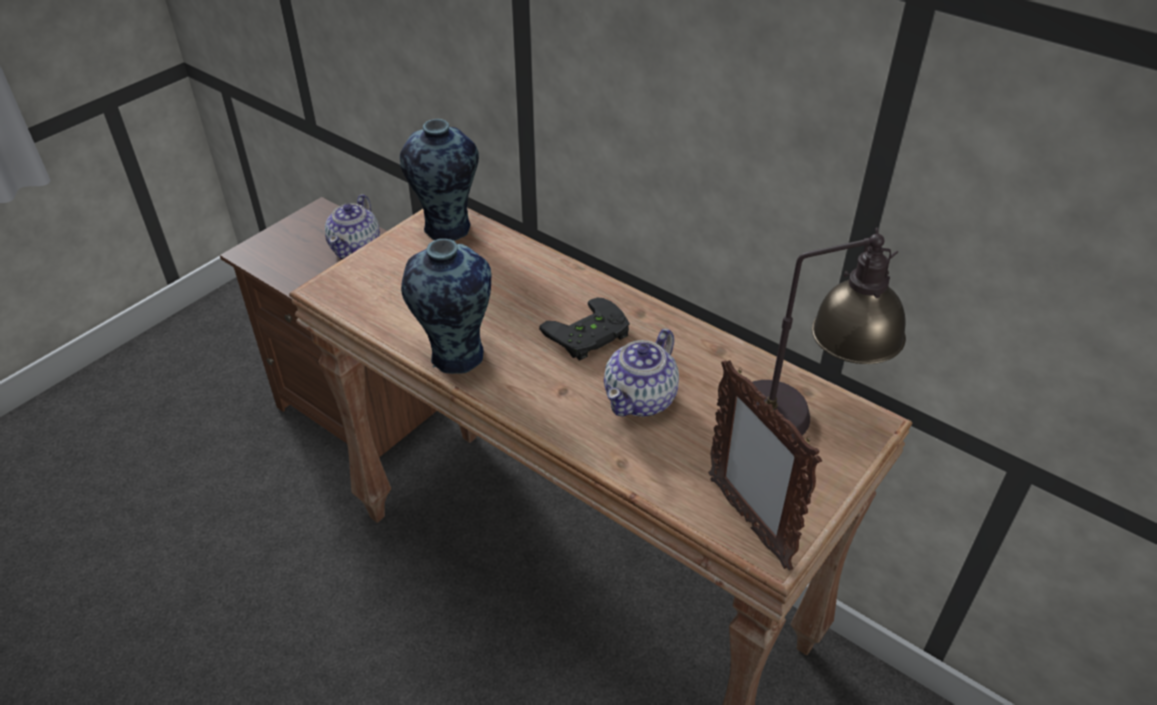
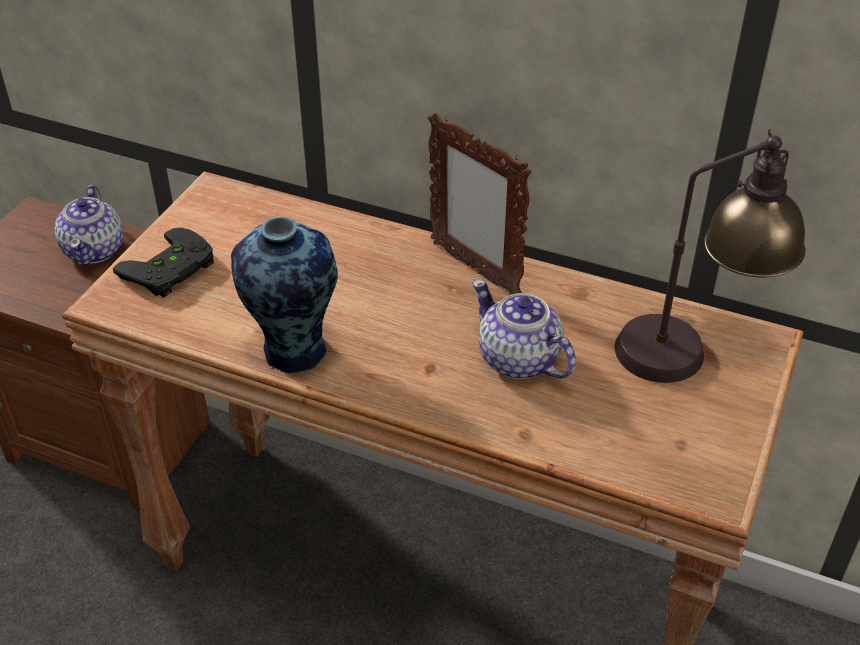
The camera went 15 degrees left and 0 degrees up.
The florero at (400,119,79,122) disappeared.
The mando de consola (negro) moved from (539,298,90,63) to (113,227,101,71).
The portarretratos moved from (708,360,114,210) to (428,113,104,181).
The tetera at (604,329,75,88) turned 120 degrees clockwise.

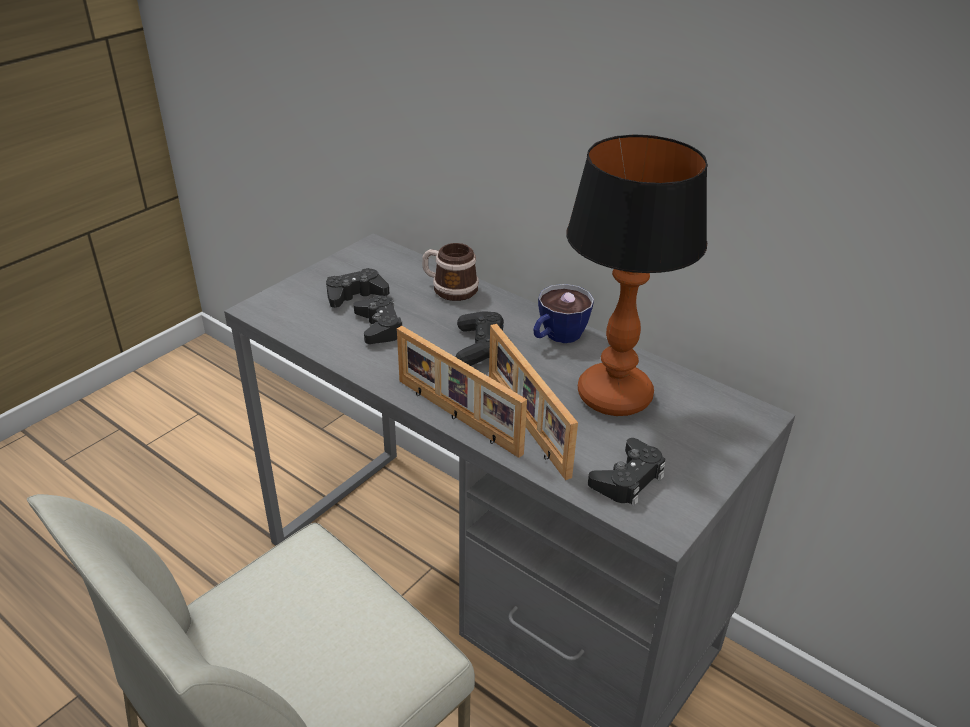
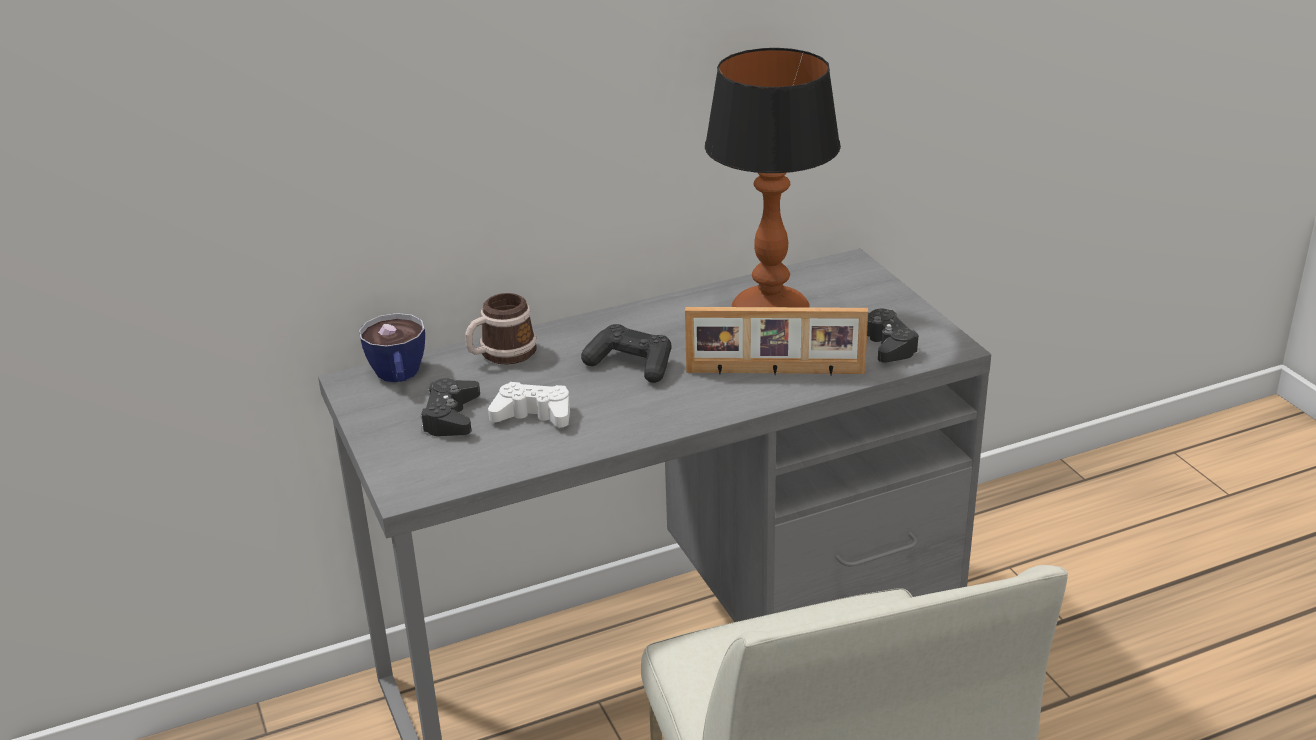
The camera went 60 degrees left and 5 degrees down.
The portarretratos at (397,326,130,132) disappeared.
The taza moved from (533,284,61,59) to (359,313,66,69).
The mando de consola (negro) at (354,296,49,48) became the mando de consola (blanco) at (488,382,82,45).

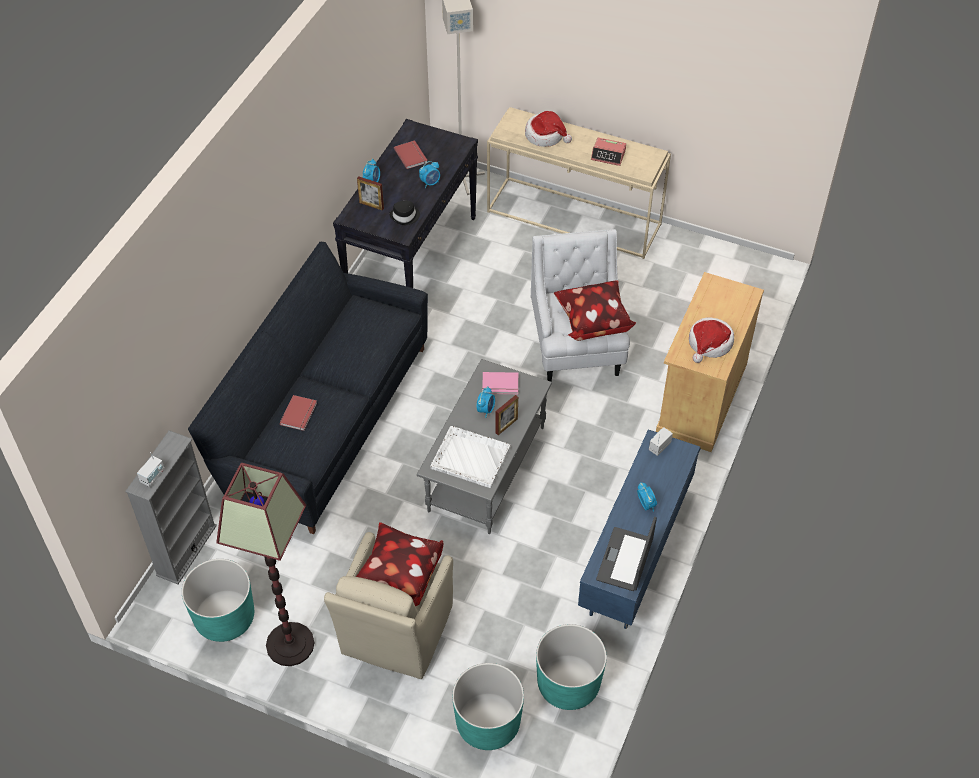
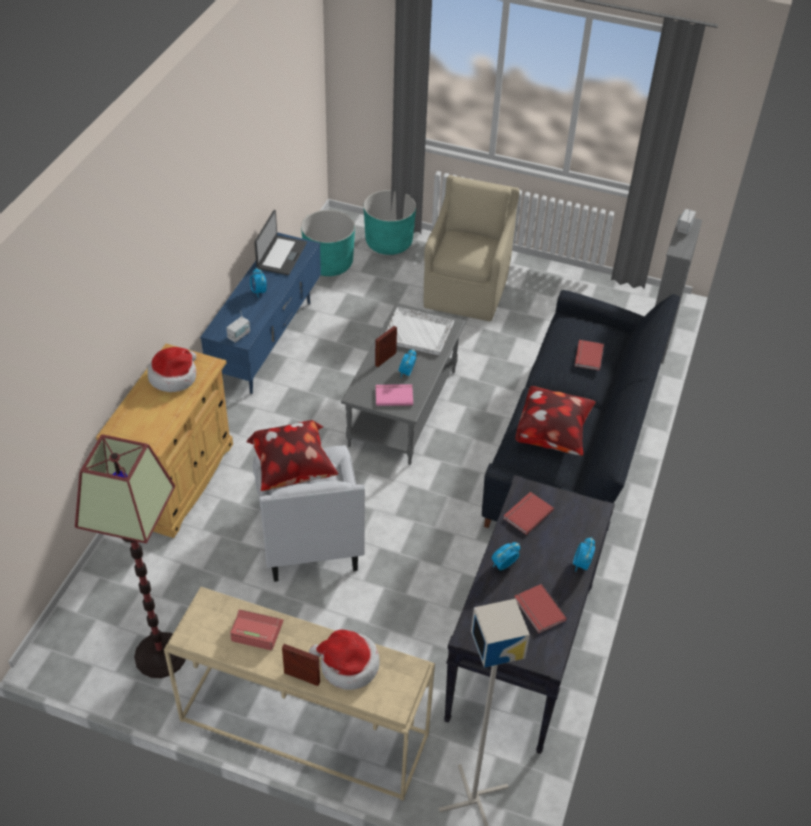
The camera went 175 degrees right and 5 degrees down.
The maceta (turquesa) at (182,559,72,83) disappeared.
The lámpara de pie moved from (216,463,99,203) to (75,434,111,244).
The cojín moved from (356,522,87,84) to (515,386,81,70).
The portarretratos moved from (357,176,27,34) to (282,644,38,42).
The sombrero (negro) at (389,201,31,24) was replaced by the libro (rojo) at (503,492,51,43).

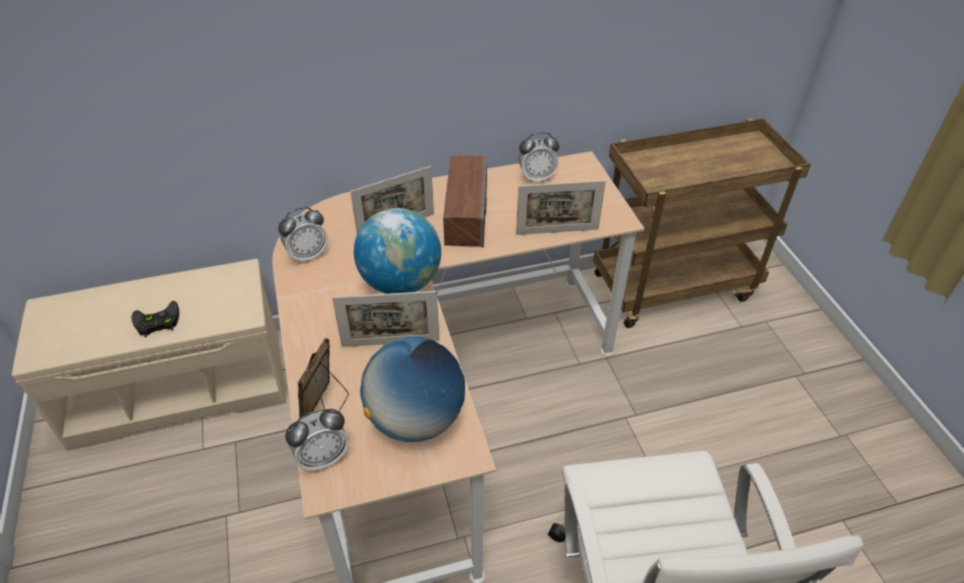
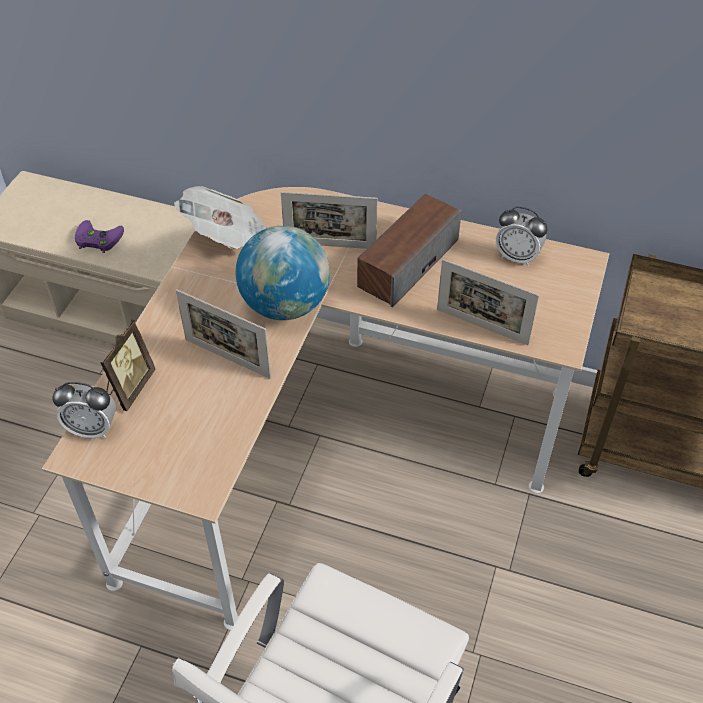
The camera went 35 degrees right and 5 degrees up.
The globo terráqueo at (360,337,105,105) disappeared.
The despertador at (278,207,50,57) was replaced by the periódico at (174,186,93,64).
The mando de consola (negro) at (131,301,48,36) became the mando de consola (morado) at (75,220,49,33).
The portarretratos at (298,338,51,80) turned 150 degrees clockwise.

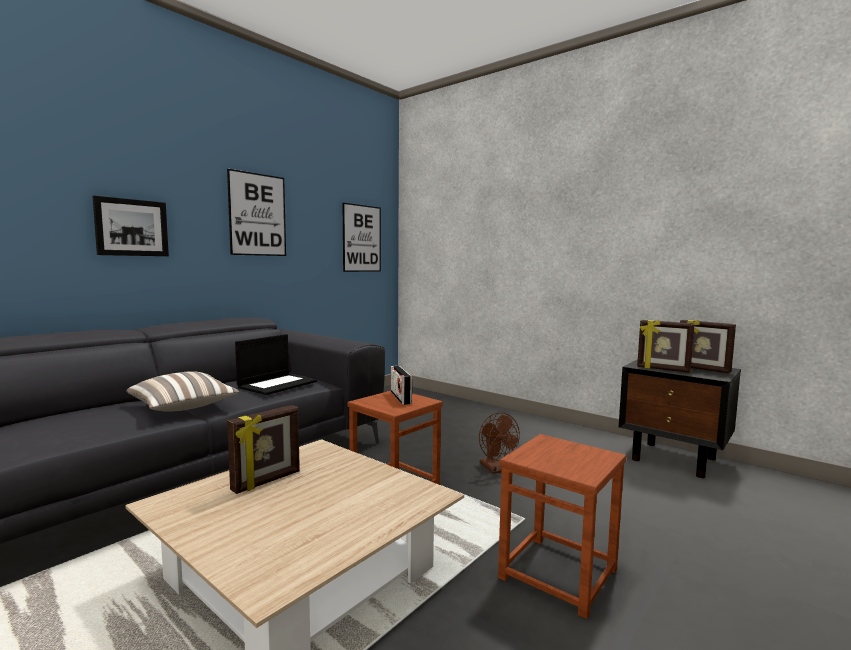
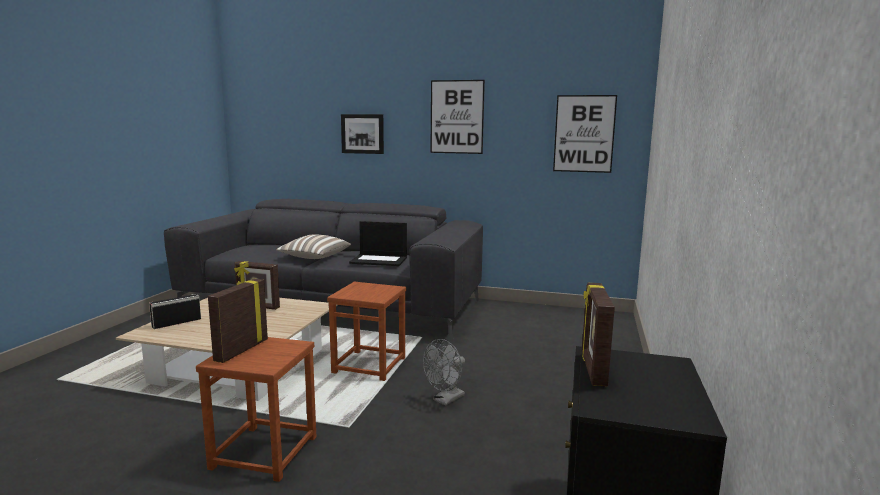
The camera went 65 degrees right and 5 degrees up.
The radio moved from (391,365,21,40) to (149,294,52,35).
The portarretratos moved from (680,320,56,54) to (208,279,60,84).
The ventilador (marrón) at (479,412,41,62) became the ventilador (gris) at (423,339,42,67).

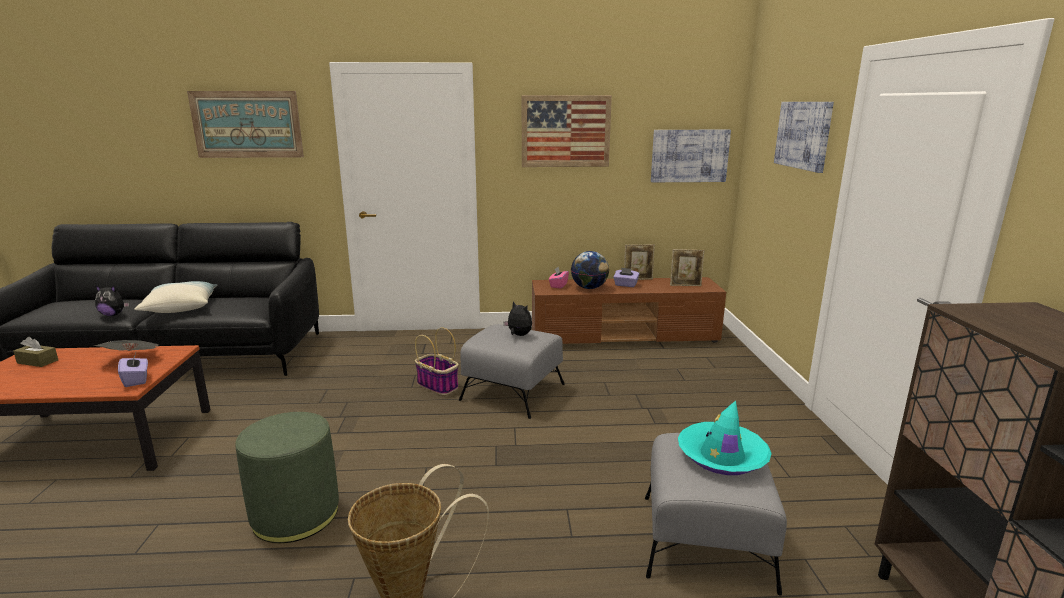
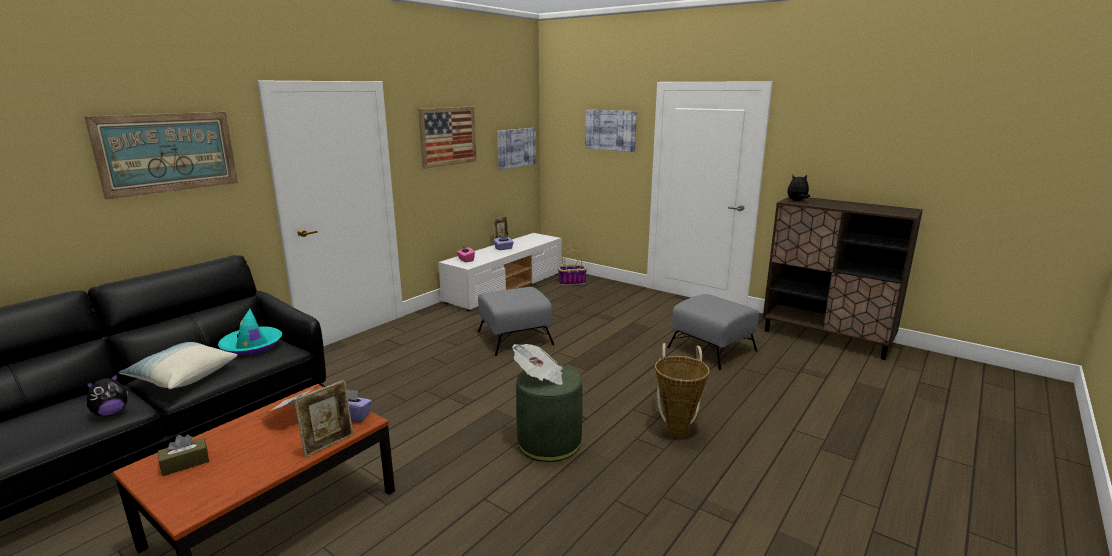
The camera went 50 degrees left and 0 degrees up.
The globo terráqueo at (571,251,38,38) disappeared.
The periódico at (512,344,51,41) appeared.
The cesta moved from (415,328,44,67) to (558,246,29,39).
The peluche moved from (503,301,29,35) to (787,175,23,26).
The portarretratos moved from (670,249,35,37) to (294,380,60,78).
The sombrero (turquesa) moved from (678,401,94,74) to (218,309,64,46).
The mueble de televisión (marrón) at (532,277,194,67) became the mueble de televisión (blanco) at (438,233,124,78).

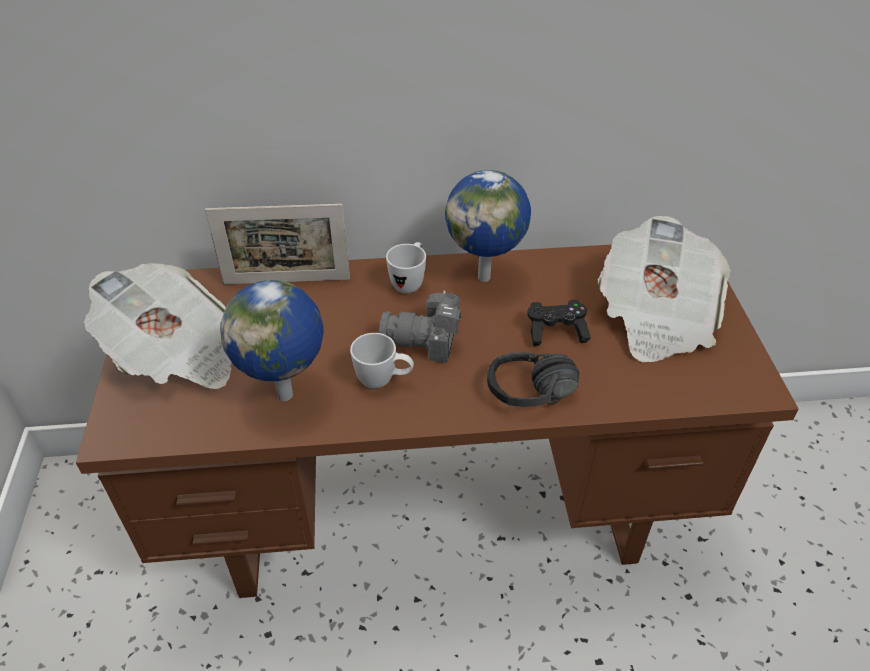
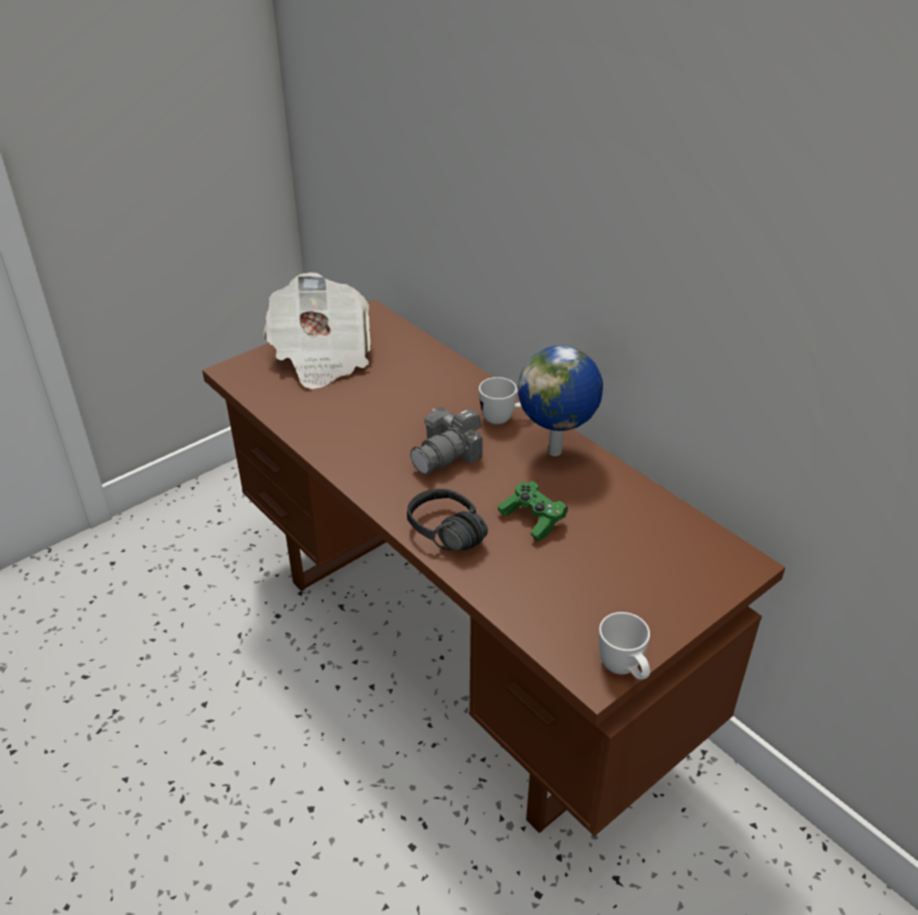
The camera went 55 degrees right and 5 degrees down.
The portarretratos at (205,204,145,80) disappeared.
The globo terráqueo at (220,280,104,121) disappeared.
The periódico at (598,216,133,146) disappeared.
The taza grande (blanco) moved from (350,333,64,55) to (599,612,51,68).
The mando de consola (negro) at (527,300,64,46) became the mando de consola (verde) at (498,481,70,60).
The cámara at (379,290,82,73) turned 105 degrees counterclockwise.

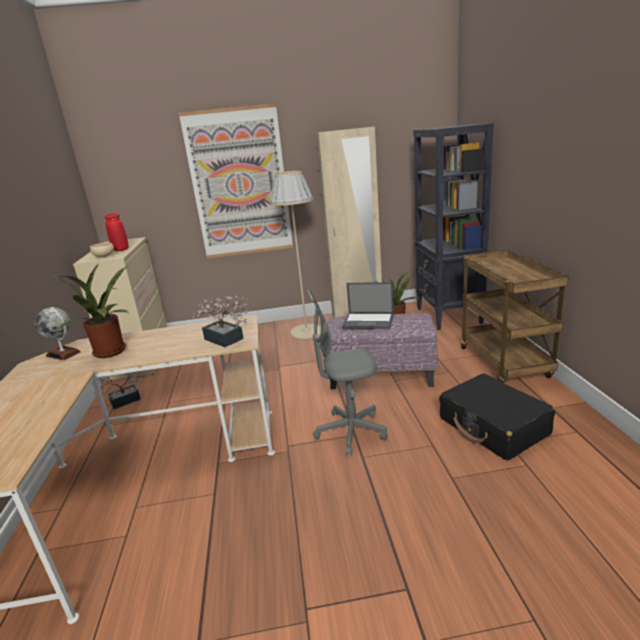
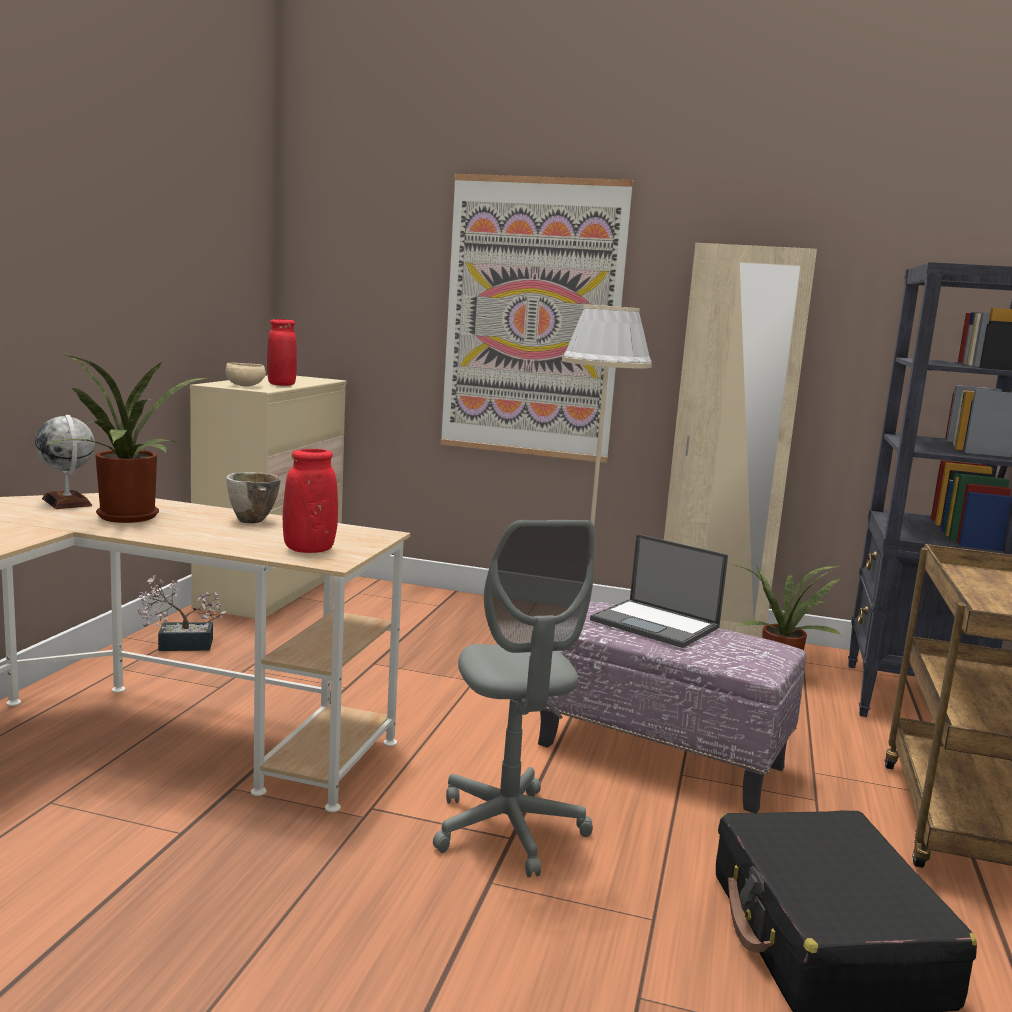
The camera went 20 degrees right and 10 degrees down.
The cuenco at (226,472,55,51) appeared.
The planta en maceta at (193,295,55,52) was replaced by the florero (rojo) at (283,449,55,104).
The silla de oficina (gris) at (308,289,79,166) turned 120 degrees counterclockwise.

